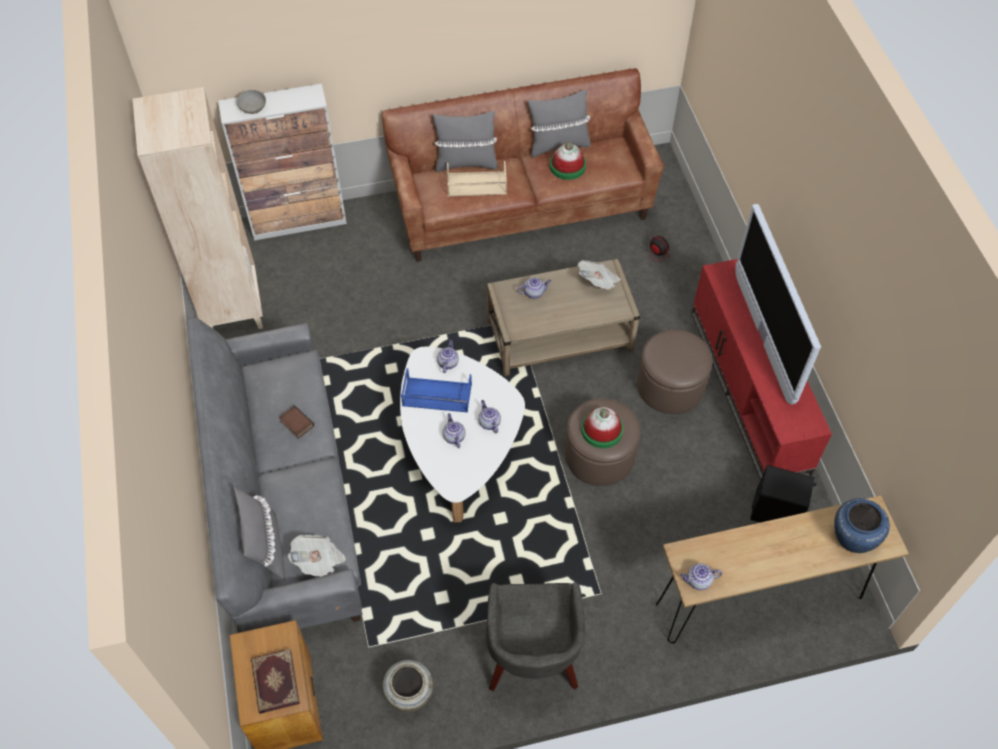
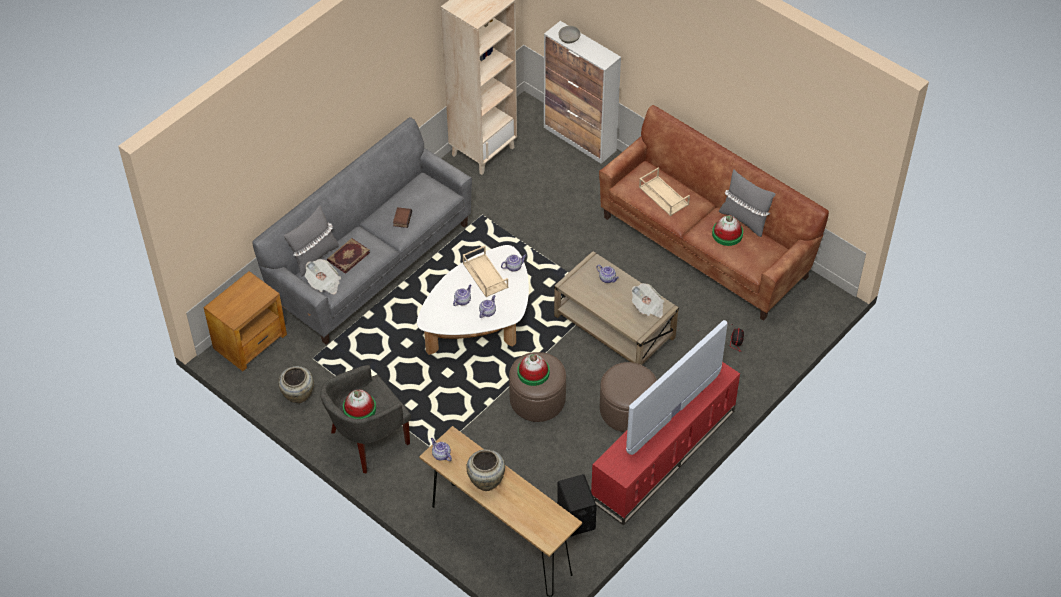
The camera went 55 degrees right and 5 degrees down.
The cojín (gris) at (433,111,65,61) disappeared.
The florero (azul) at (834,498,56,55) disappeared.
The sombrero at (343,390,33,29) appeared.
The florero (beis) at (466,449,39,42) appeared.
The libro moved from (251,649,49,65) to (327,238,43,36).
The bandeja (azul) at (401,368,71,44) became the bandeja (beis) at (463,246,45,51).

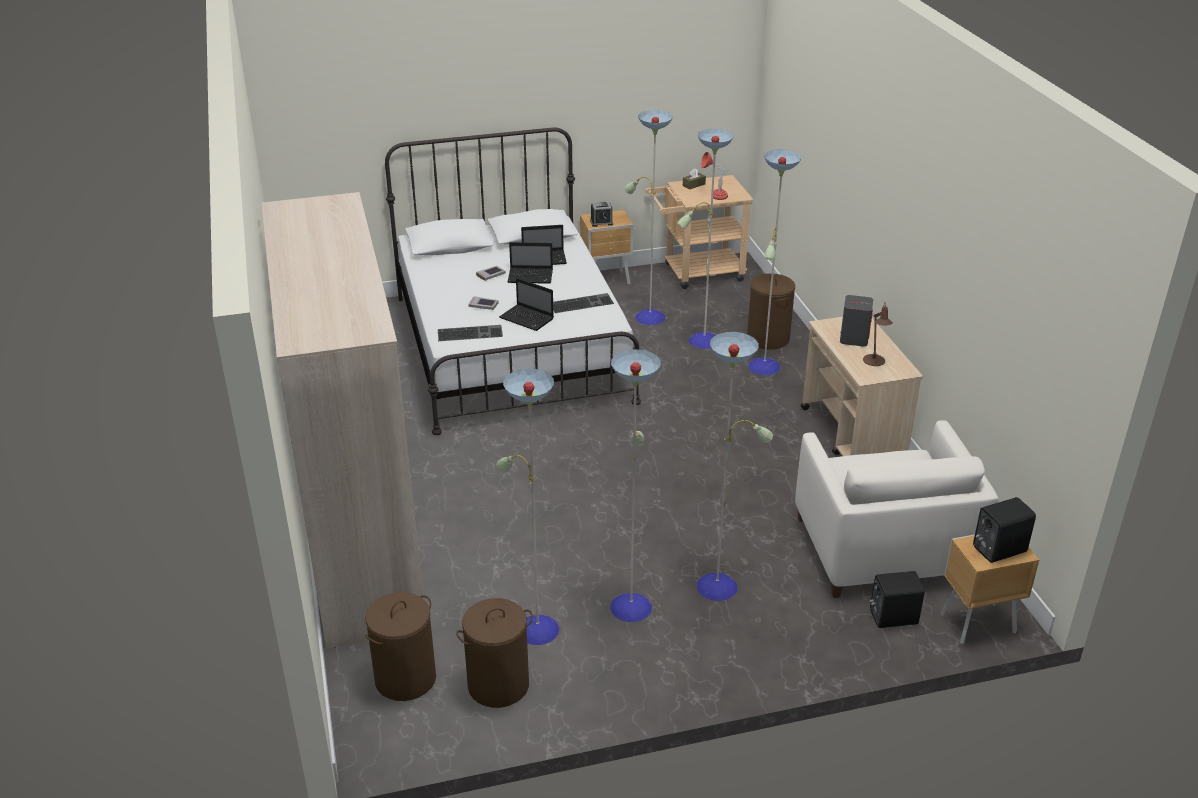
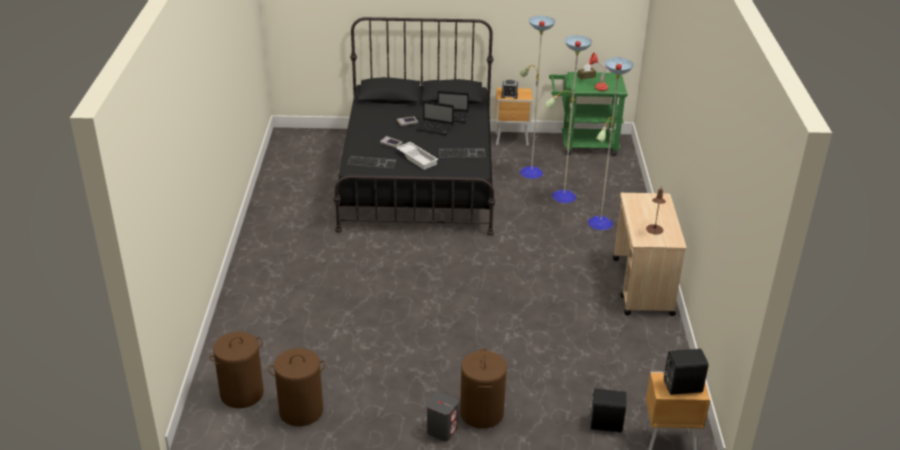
The camera went 15 degrees right and 0 degrees up.
The armario ropero at (261,192,162,457) disappeared.
The lámpara de pie at (496,332,277,313) disappeared.
The sillón (blanco) at (795,420,204,178) disappeared.
The cesto de la ropa (marrón) moved from (747,274,48,76) to (460,349,47,80).
The altavoz (gris) moved from (840,295,34,52) to (427,393,31,48).
The portátil at (499,278,55,53) was replaced by the bandeja (blanco) at (396,142,42,28).
The cama (blanco) at (385,127,256,308) became the cama (negro) at (333,17,163,218).
The carrito (beis) at (645,175,109,114) became the carrito (verde) at (549,72,79,84).

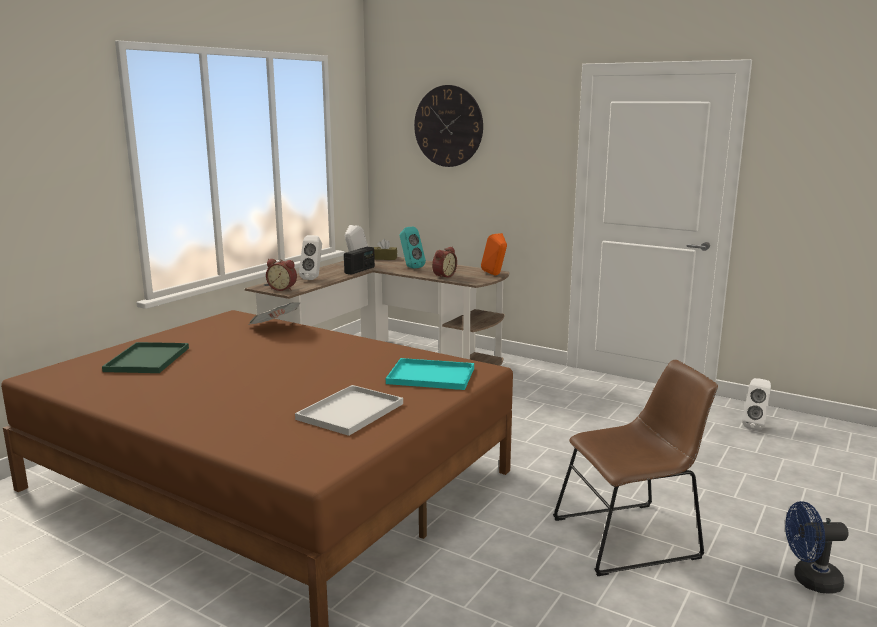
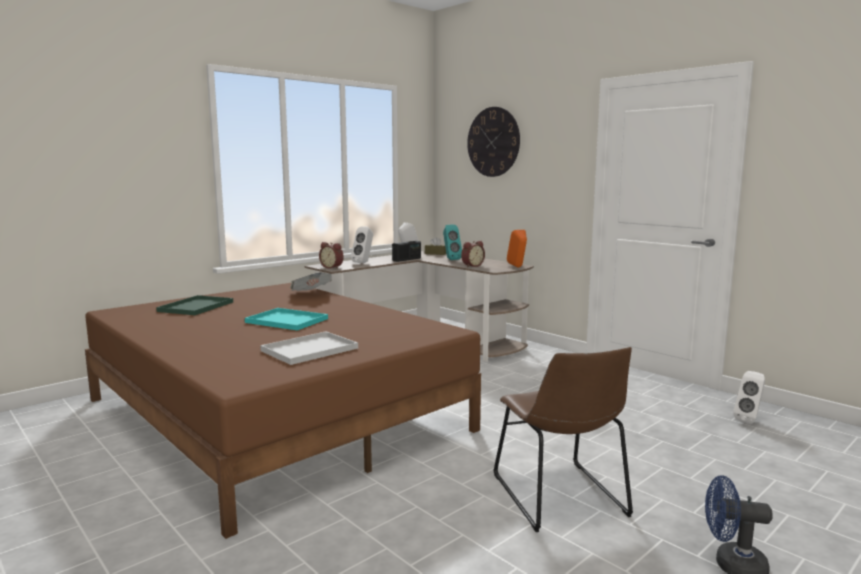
The camera went 15 degrees right and 5 degrees down.
The bandeja (turquesa) moved from (386,358,88,32) to (245,308,83,22).
The silla (marrón) at (553,359,165,217) turned 75 degrees clockwise.

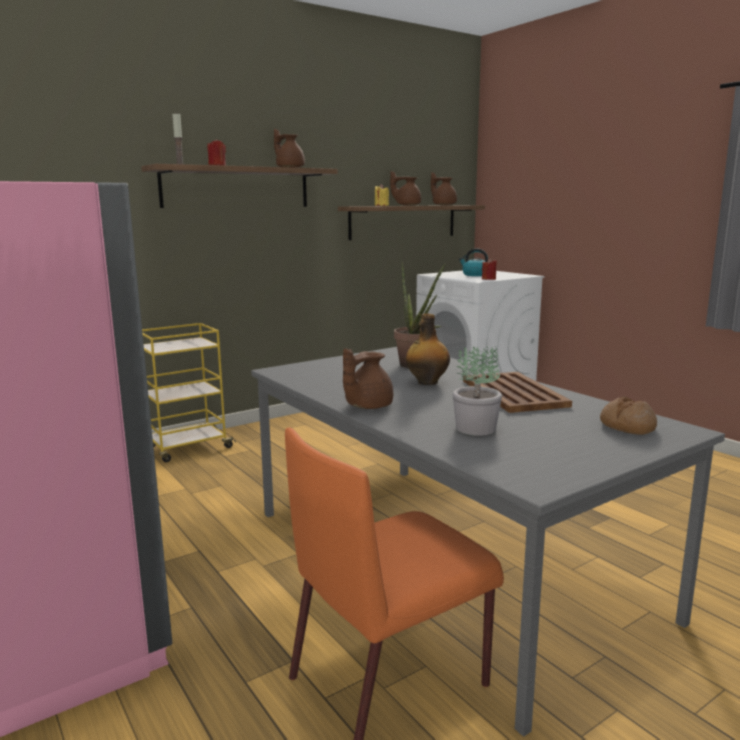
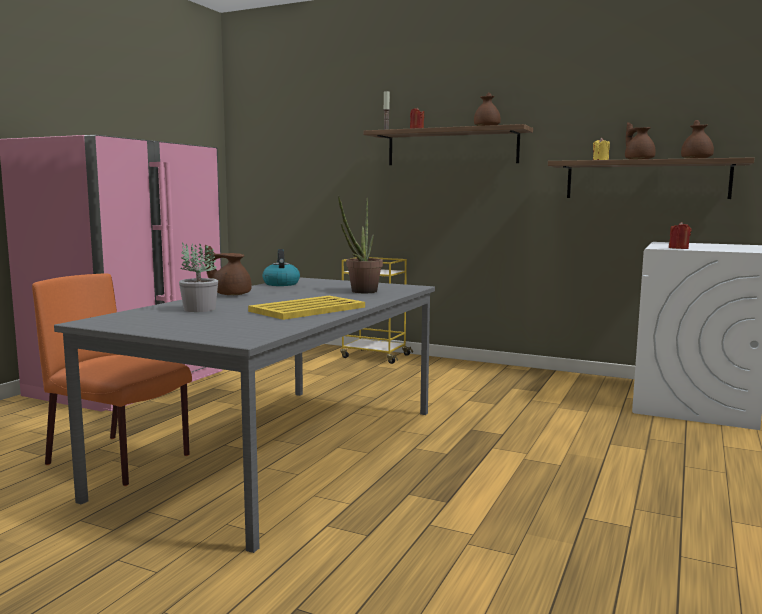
The camera went 60 degrees right and 5 degrees down.
The botella at (406,313,44,72) disappeared.
The pan at (600,396,57,39) disappeared.
The hervidor moved from (459,249,29,27) to (262,249,38,37).
The bandeja (marrón) at (463,372,109,41) became the bandeja (amarillo) at (248,296,117,24).

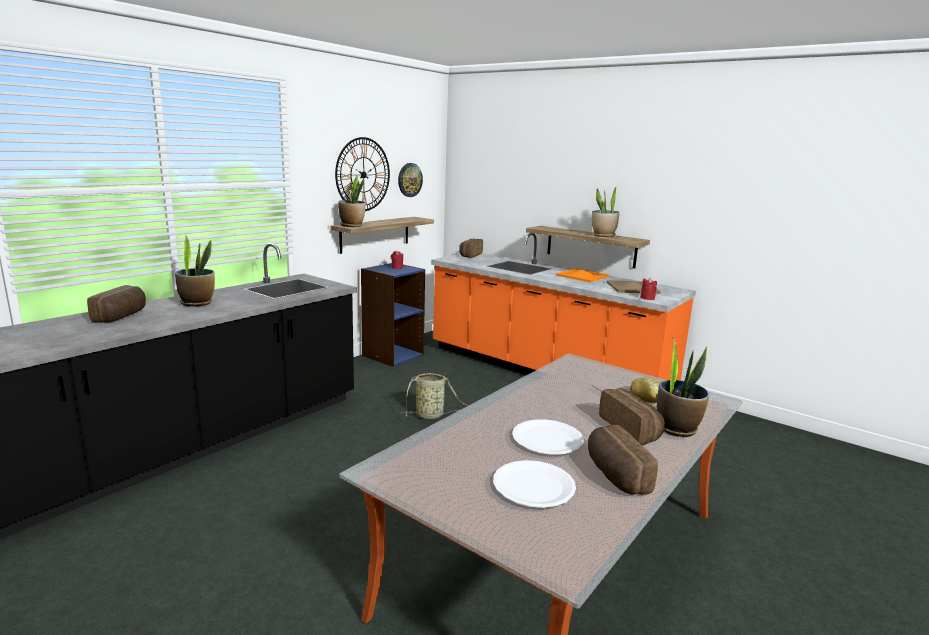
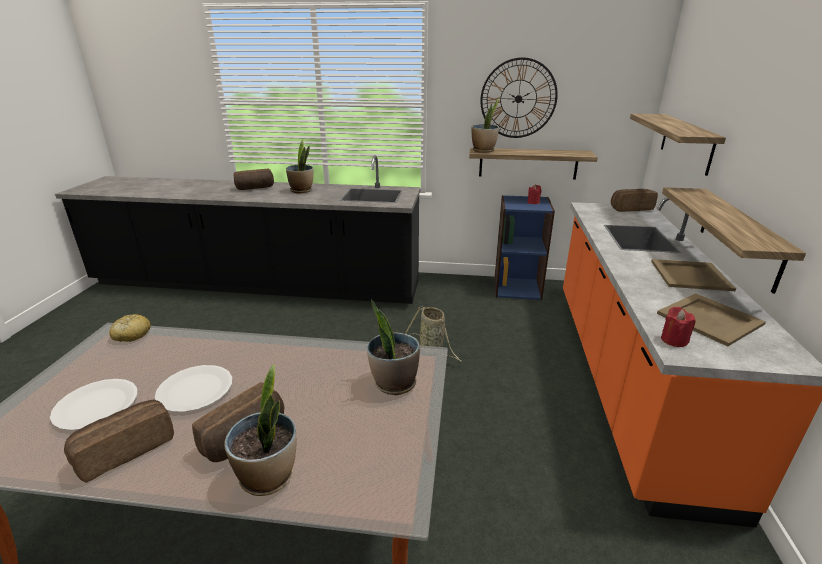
The camera went 60 degrees right and 10 degrees up.
The reloj de pared at (398,163,25,34) disappeared.
The estante at (630,114,96,62) appeared.
The planta en maceta moved from (592,186,27,51) to (367,299,53,96).
The pan moved from (630,377,30,26) to (109,314,42,28).
The bandeja (naranja) at (556,268,53,14) became the bandeja (beis) at (651,259,85,32).

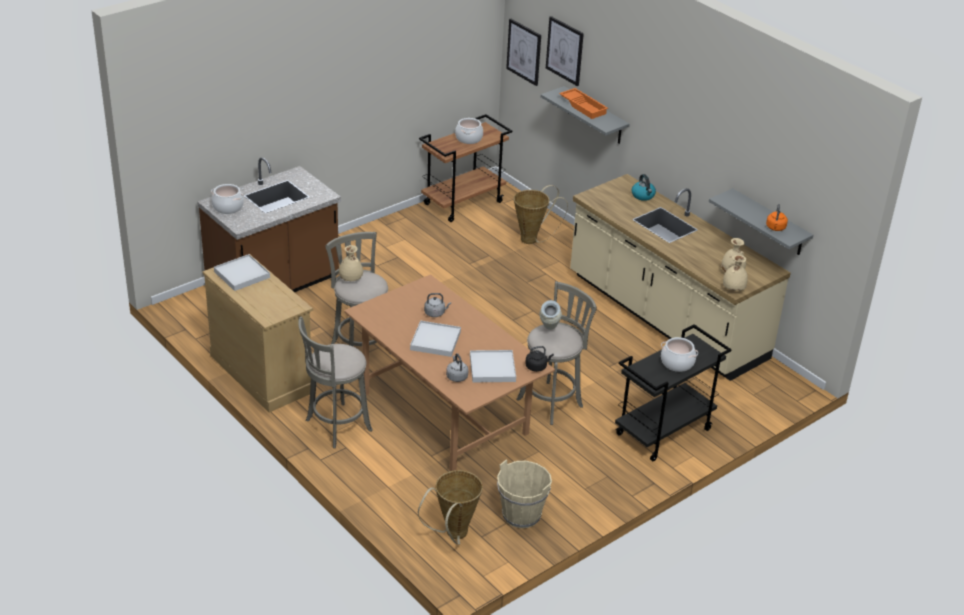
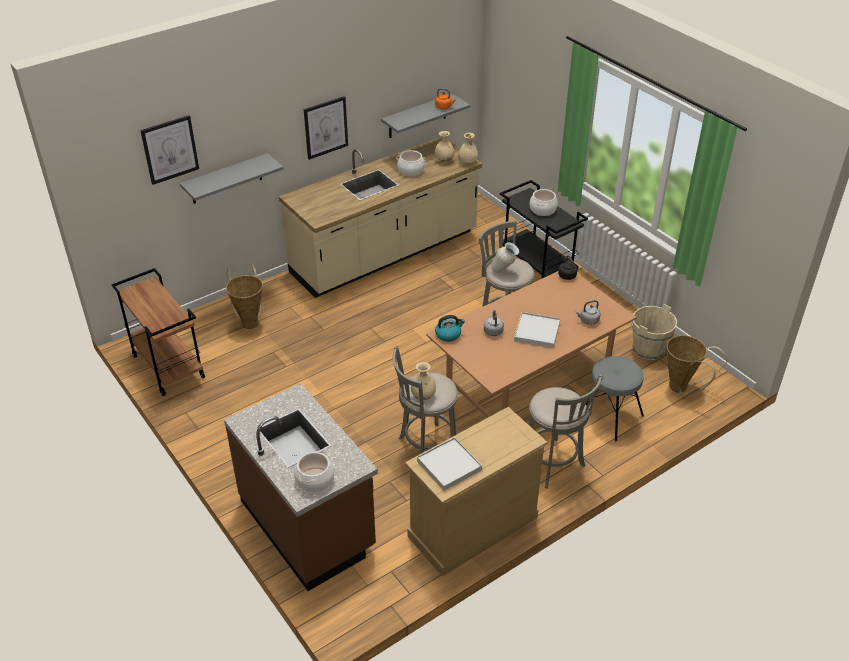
The camera went 85 degrees left and 5 degrees up.
The bandeja (blanco) at (470,350,46,32) disappeared.
The bandeja (naranja) at (559,88,49,31) disappeared.
The taburete (gris) at (586,356,58,85) appeared.
The olla moved from (455,118,28,26) to (396,150,30,27).
The cuadro moved from (506,19,35,67) to (304,96,44,64).
The hervidor moved from (632,174,24,27) to (435,315,30,27).

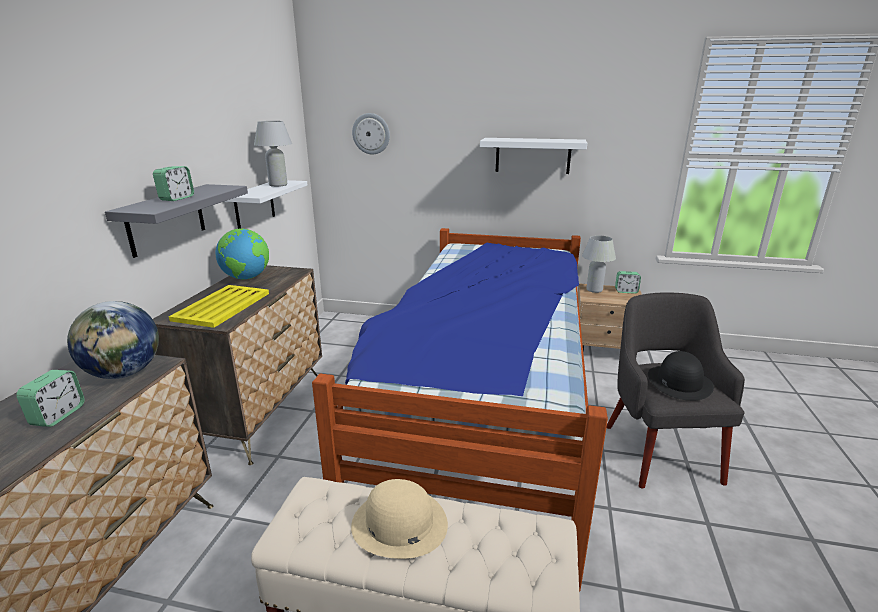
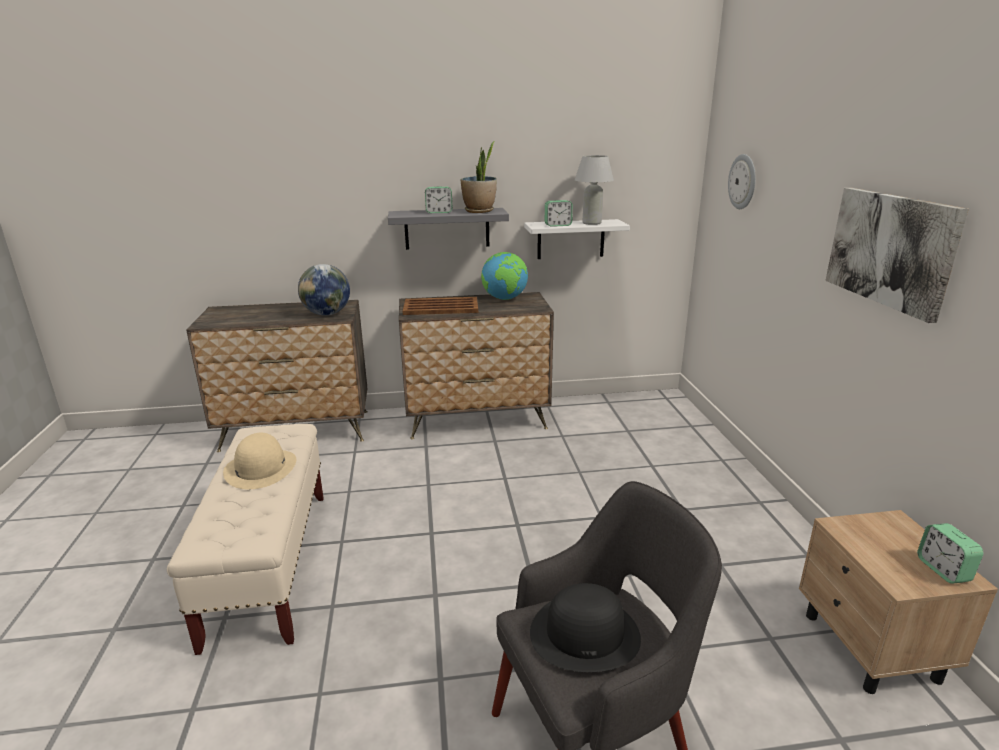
The camera went 70 degrees right and 0 degrees up.
The cama at (312,228,296,364) disappeared.
The lámpara de mesa (blanco) at (582,235,34,58) disappeared.
The planta en maceta at (461,141,36,72) appeared.
The despertador moved from (16,370,69,57) to (545,200,28,27).
The estante (blanco) at (480,138,107,36) was replaced by the cuadro at (825,188,144,135).
The bandeja (amarillo) at (169,285,100,43) became the bandeja (marrón) at (403,297,75,18).

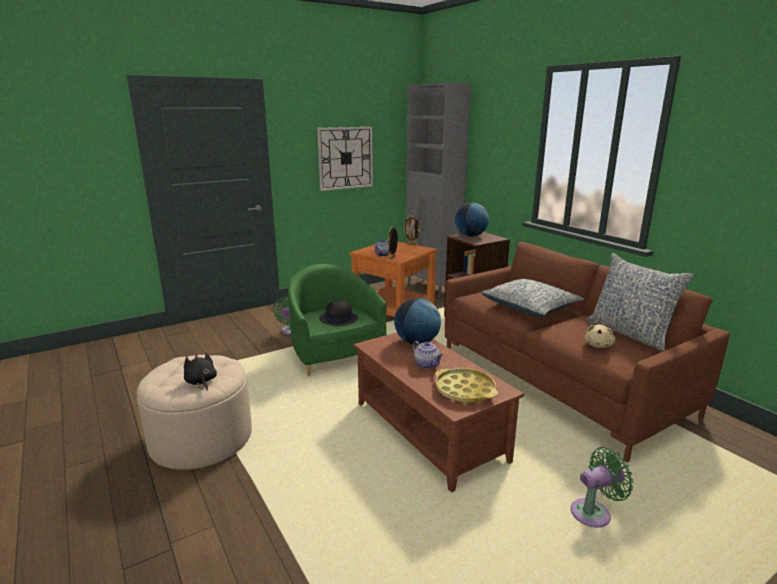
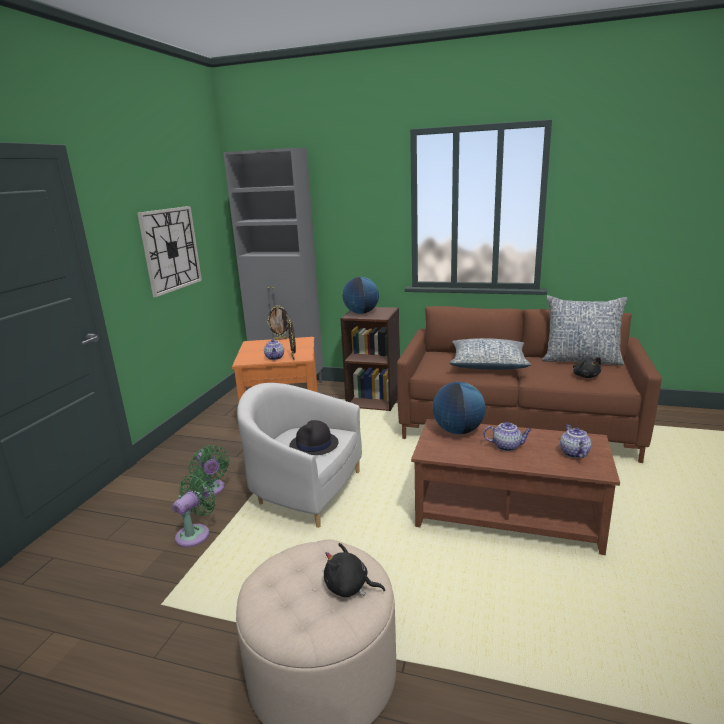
The camera went 40 degrees left and 0 degrees up.
The ventilador (verde) moved from (570,447,64,81) to (172,475,44,72).
The bandeja (amarillo) at (435,368,63,35) was replaced by the tetera at (560,424,31,34).
The sillón (verde) at (288,264,99,112) became the sillón (blanco) at (237,383,125,145).
The peluche (beis) at (585,324,31,24) became the peluche (negro) at (573,357,28,21).

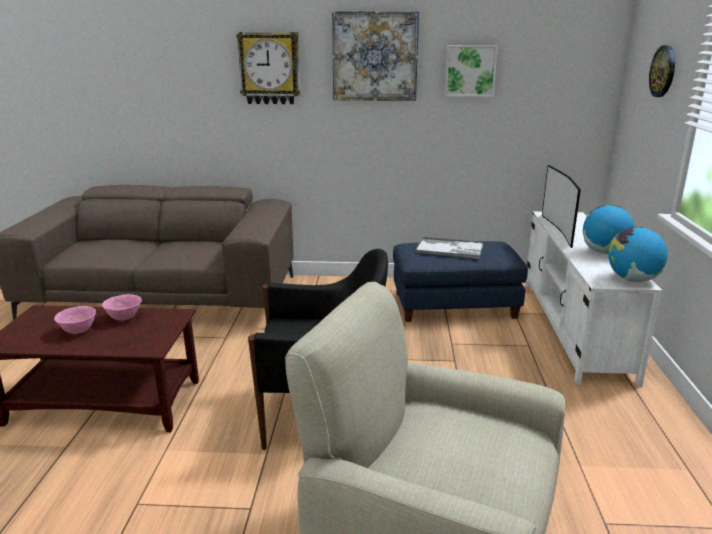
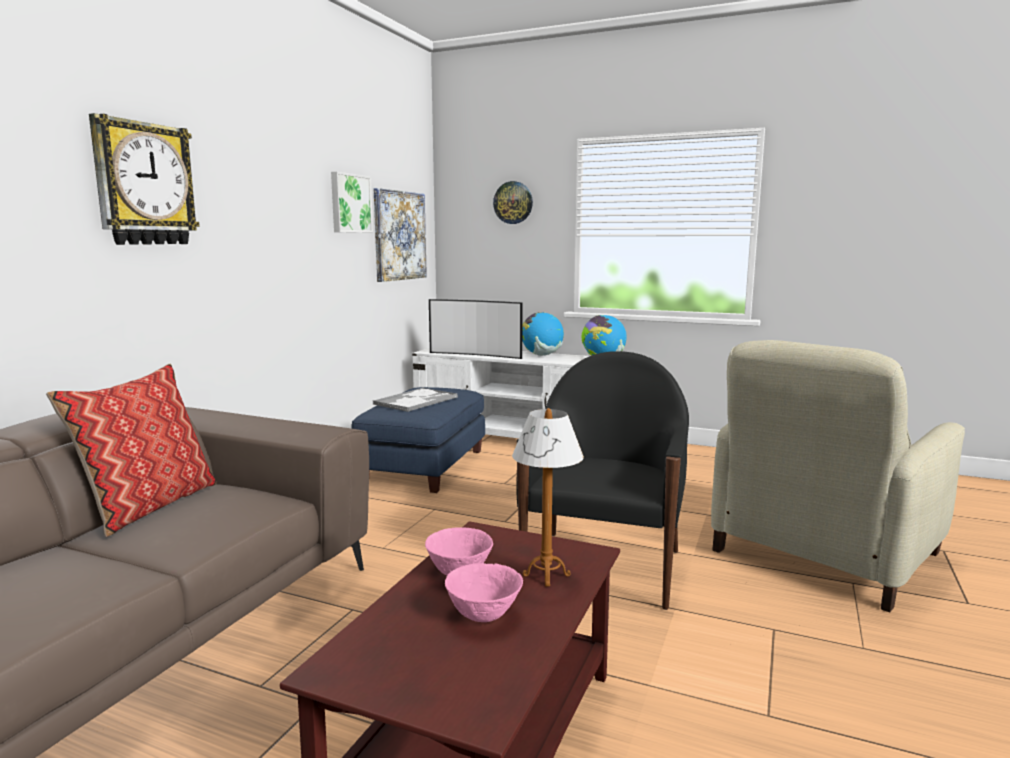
The camera went 70 degrees left and 10 degrees down.
The cojín at (46,364,170,173) appeared.
The lámpara de mesa at (512,408,72,179) appeared.
The cuadro moved from (332,11,87,90) to (373,188,54,94).

